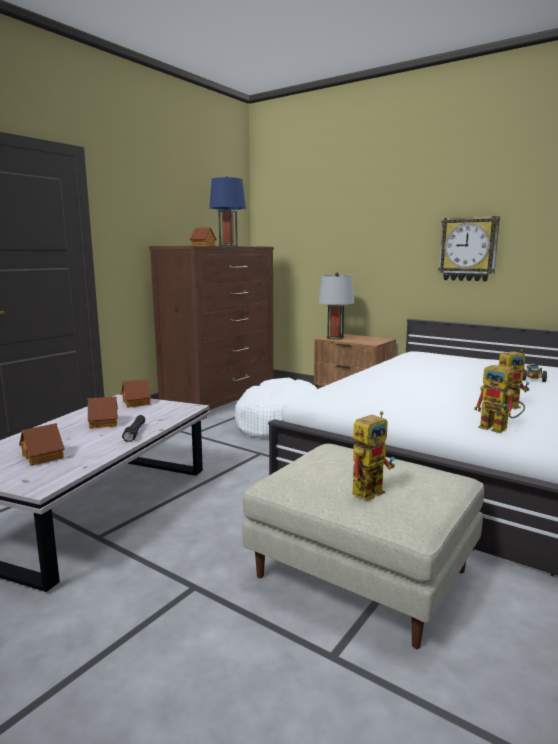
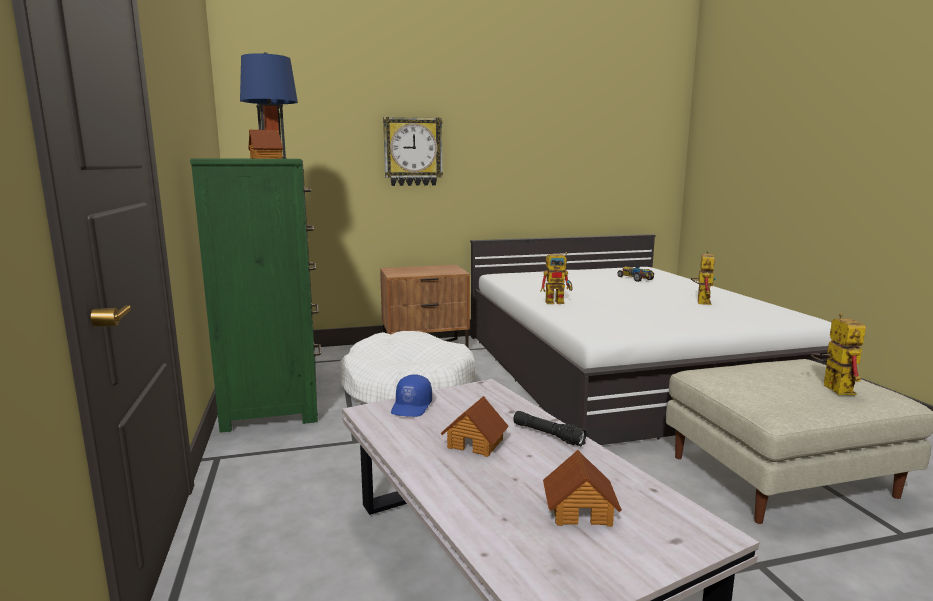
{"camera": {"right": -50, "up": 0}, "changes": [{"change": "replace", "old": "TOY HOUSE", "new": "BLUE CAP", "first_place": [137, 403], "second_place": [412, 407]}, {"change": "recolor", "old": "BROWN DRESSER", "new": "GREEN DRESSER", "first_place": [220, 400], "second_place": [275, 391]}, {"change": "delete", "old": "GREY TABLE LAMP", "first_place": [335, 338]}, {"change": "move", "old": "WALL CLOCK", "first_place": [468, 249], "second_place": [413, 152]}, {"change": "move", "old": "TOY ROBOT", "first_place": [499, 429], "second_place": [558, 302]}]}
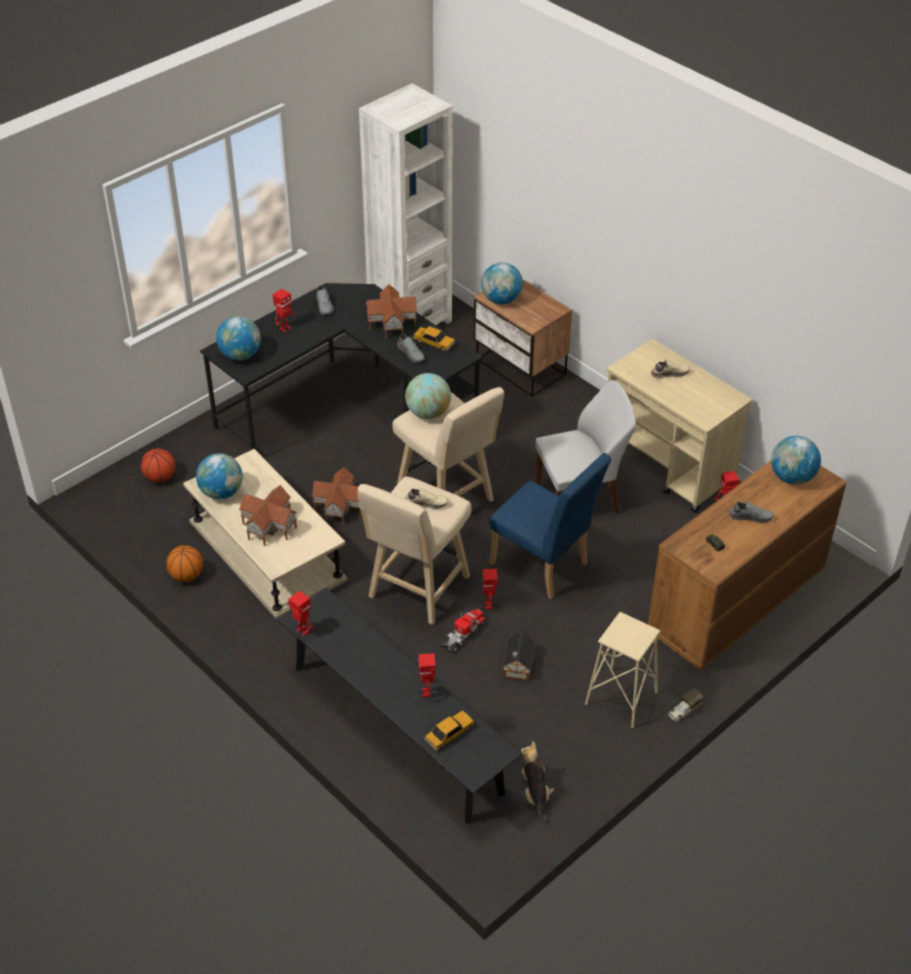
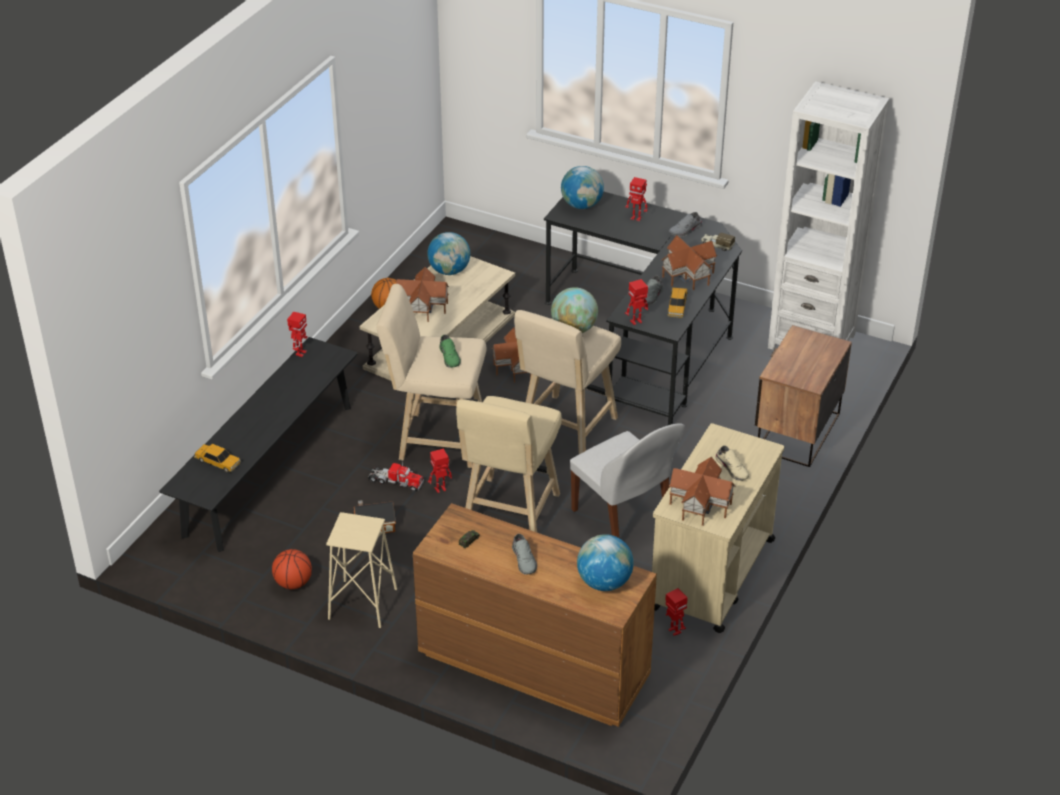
{"camera": {"right": 70, "up": -5}, "changes": [{"change": "move", "old": "BASKETBALL", "first_place": [160, 478], "second_place": [293, 583]}, {"change": "recolor", "old": "BEIGE SHOE", "new": "GREEN SHOE", "first_place": [426, 502], "second_place": [450, 357]}, {"change": "move", "old": "TOY ROBOT", "first_place": [427, 693], "second_place": [636, 322]}, {"change": "delete", "old": "GLOBE", "first_place": [501, 300]}, {"change": "replace", "old": "BLUE CHAIR", "new": "BEIGE STOOL", "first_place": [544, 567], "second_place": [509, 515]}, {"change": "delete", "old": "PLUSH TOY", "first_place": [535, 793]}, {"change": "move", "old": "TOY TRUCK", "first_place": [684, 711], "second_place": [716, 245]}, {"change": "insert", "new": "TOY HOUSE", "second_place": [700, 503]}]}
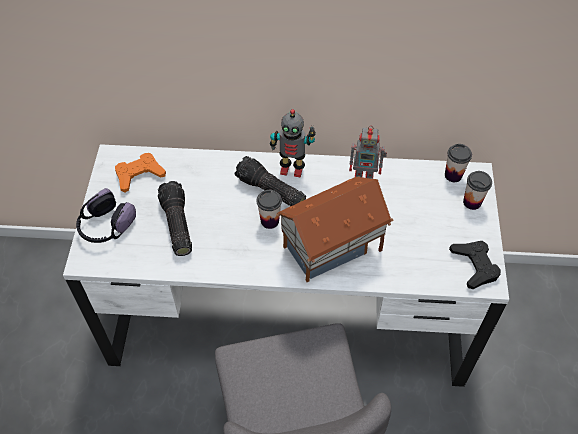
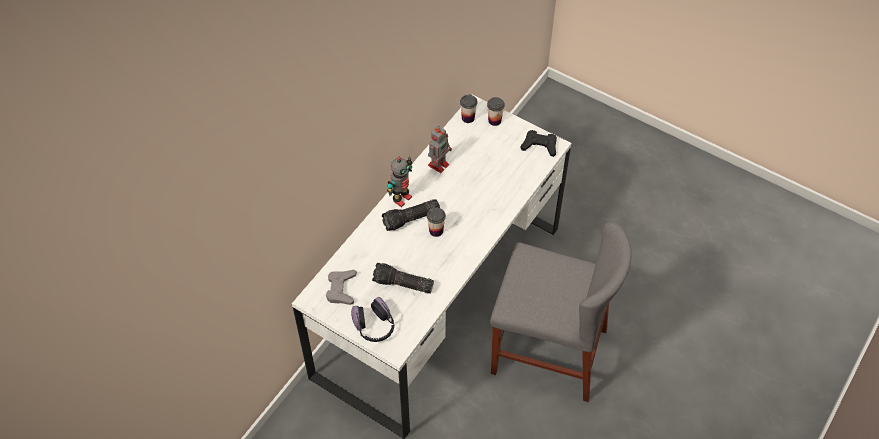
{"camera": {"right": -60, "up": 0}, "changes": [{"change": "recolor", "old": "ORANGE GAME CONTROLLER", "new": "GREY GAME CONTROLLER", "first_place": [139, 175], "second_place": [341, 289]}, {"change": "delete", "old": "TOY HOUSE", "first_place": [333, 249]}]}
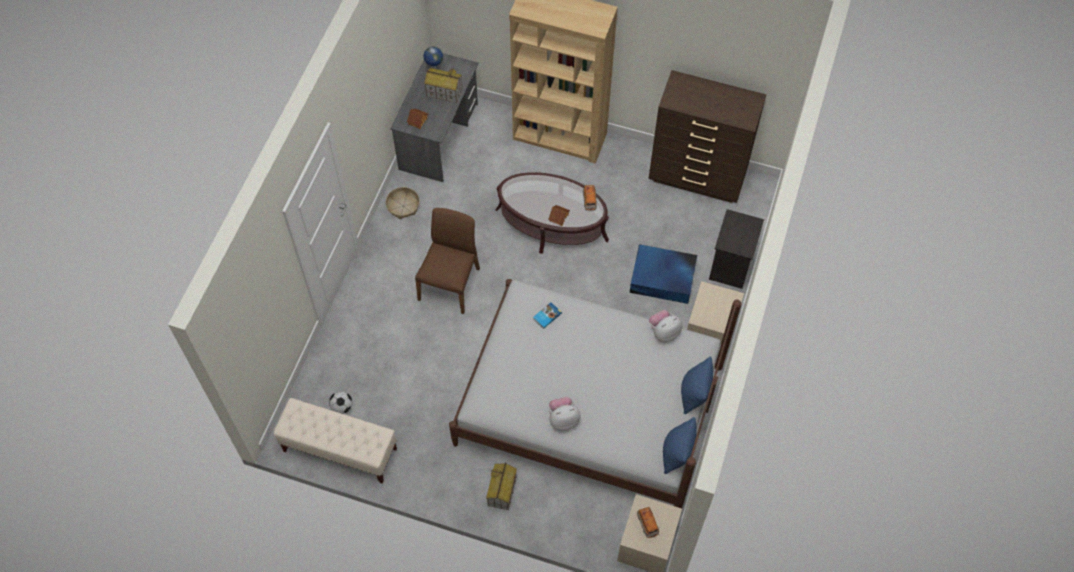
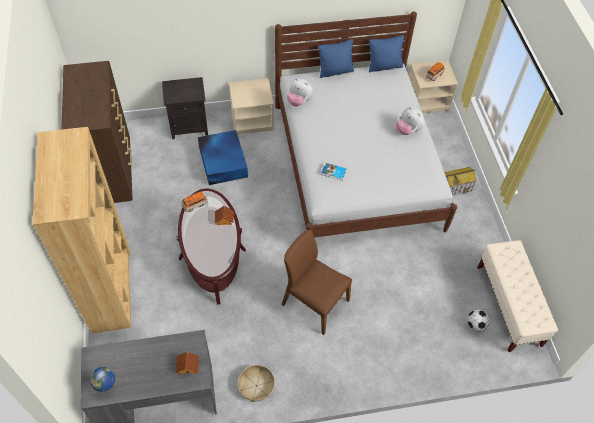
{"camera": {"right": -120, "up": -5}, "changes": [{"change": "rotate", "old": "BROWN CHAIR", "first_place": [450, 283], "second_place": [314, 302], "degrees": 45}, {"change": "delete", "old": "TOY HOUSE", "first_place": [444, 92]}]}
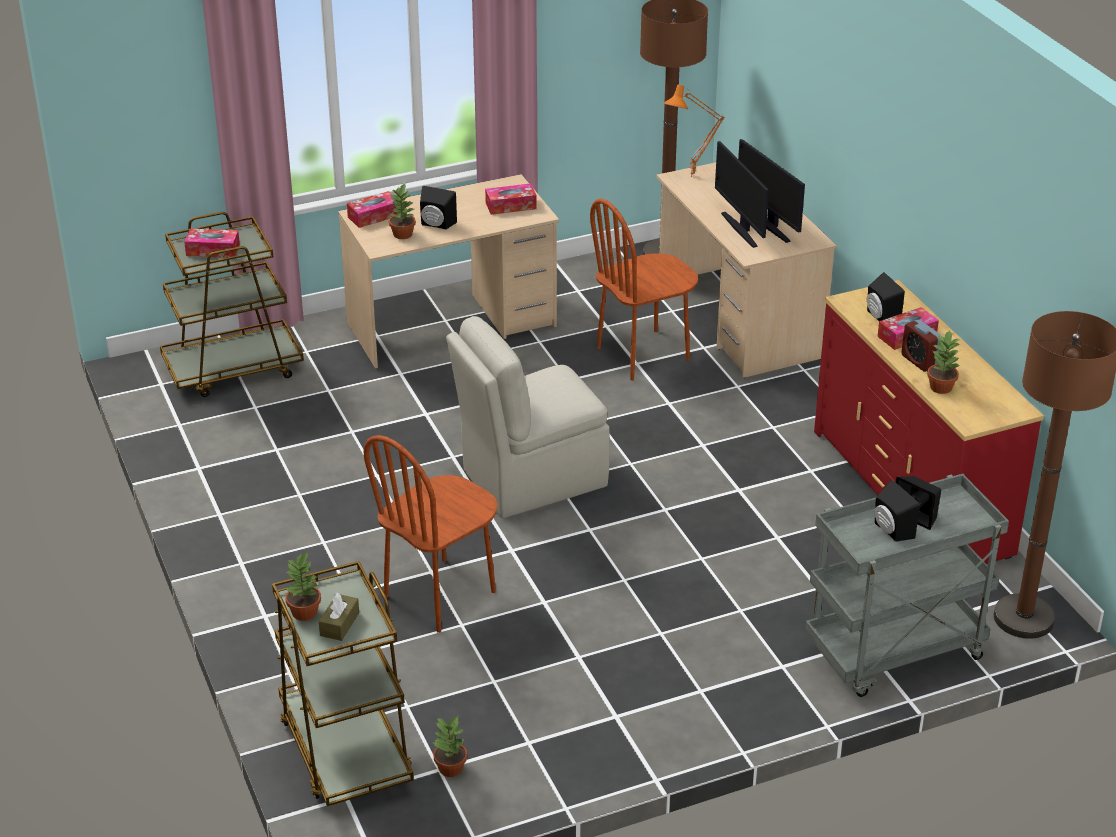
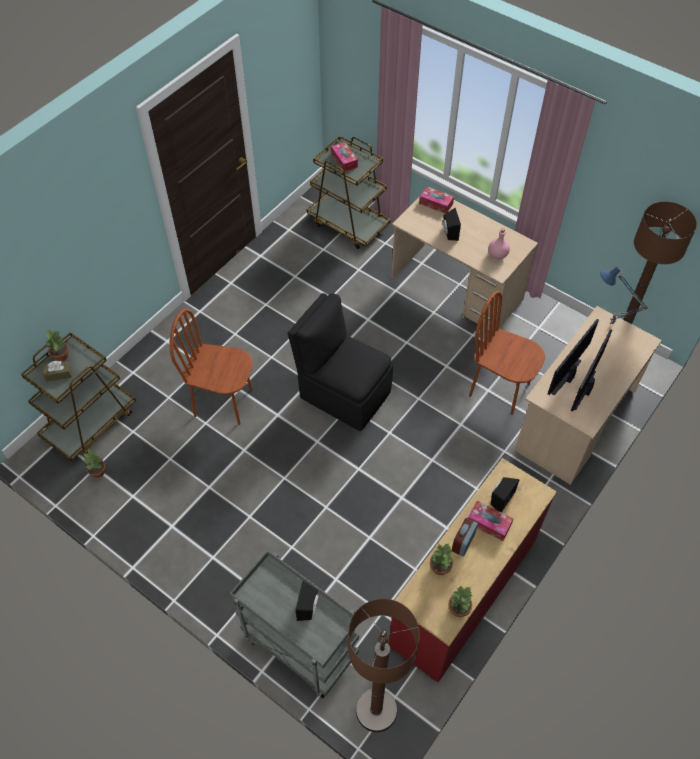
{"camera": {"right": 60, "up": 20}, "changes": [{"change": "move", "old": "POTTED PLANT", "first_place": [403, 234], "second_place": [459, 609]}, {"change": "recolor", "old": "BEIGE CHAIR", "new": "BLACK CHAIR", "first_place": [531, 479], "second_place": [343, 393]}, {"change": "replace", "old": "TISSUE BOX", "new": "PINK BOTTLE", "first_place": [511, 206], "second_place": [498, 255]}, {"change": "recolor", "old": "ORANGE TABLE LAMP", "new": "BLUE TABLE LAMP", "first_place": [693, 177], "second_place": [610, 325]}, {"change": "delete", "old": "BLACK SPEAKER", "first_place": [890, 531]}]}
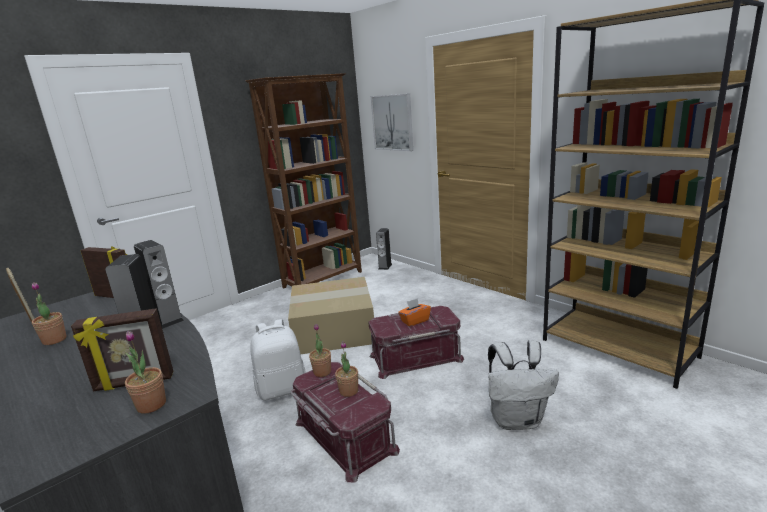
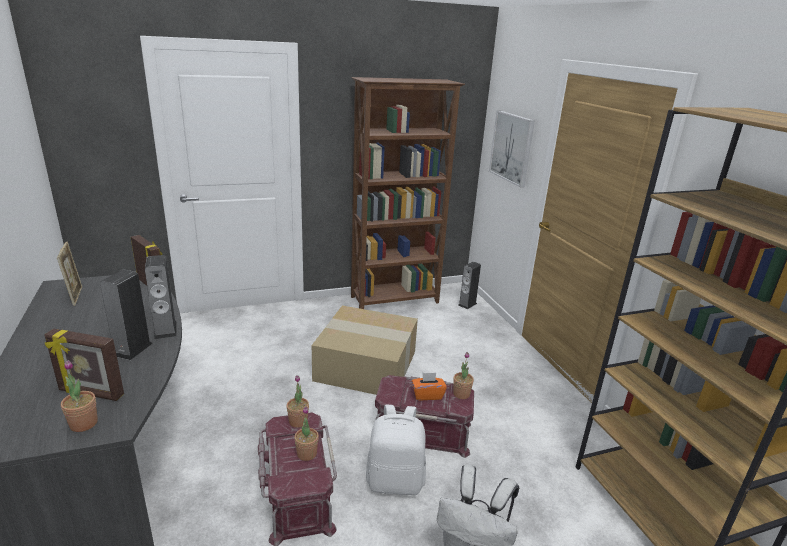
{"camera": {"right": 20, "up": 5}, "changes": [{"change": "move", "old": "POTTED PLANT", "first_place": [54, 340], "second_place": [461, 394]}, {"change": "move", "old": "WHITE BACKPACK", "first_place": [282, 389], "second_place": [395, 481]}]}
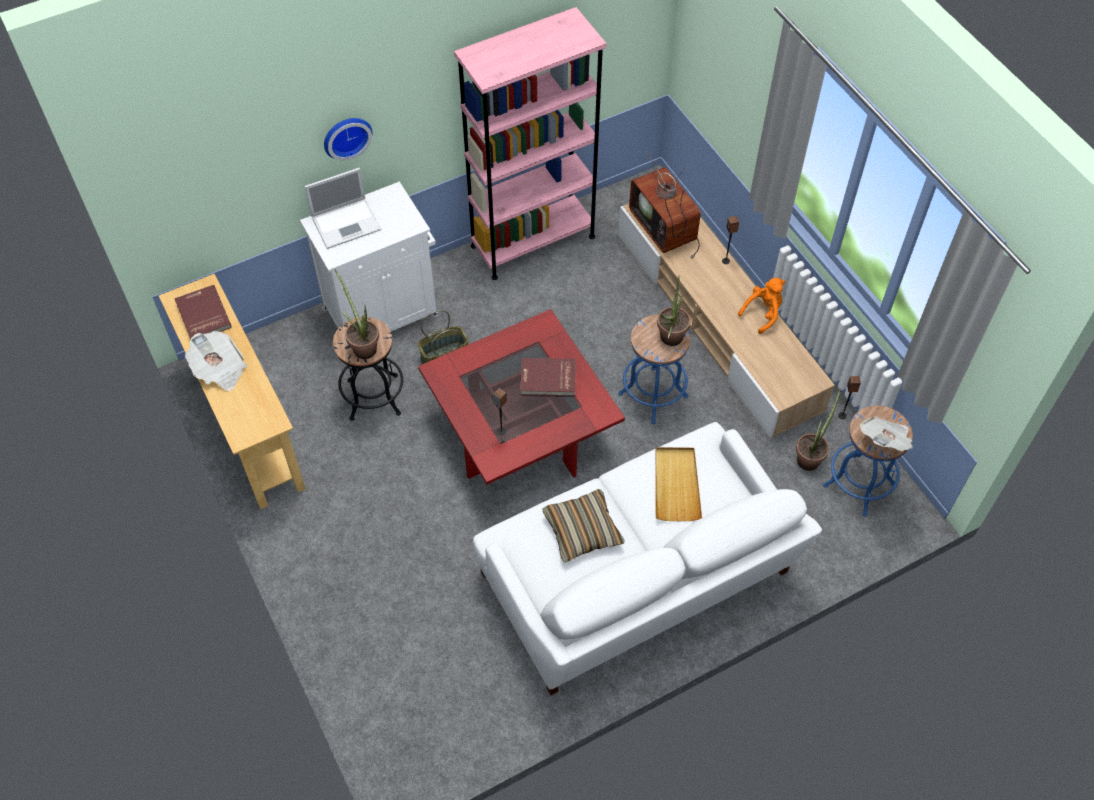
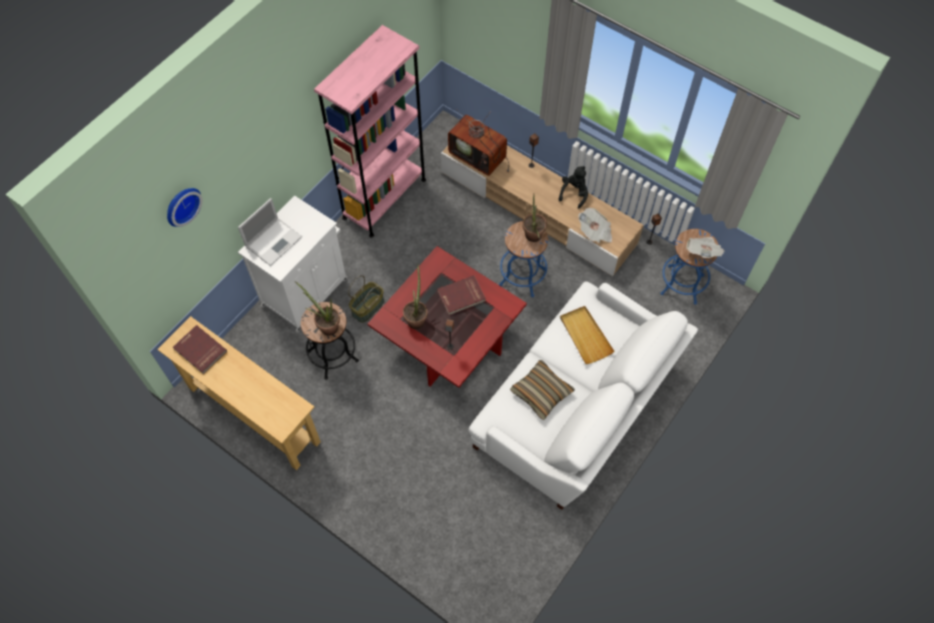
{"camera": {"right": -25, "up": 5}, "changes": [{"change": "move", "old": "NEWSPAPER", "first_place": [219, 370], "second_place": [595, 232]}, {"change": "move", "old": "WALL CLOCK", "first_place": [346, 135], "second_place": [181, 205]}, {"change": "recolor", "old": "ORANGE PLUSH TOY", "new": "BLACK PLUSH TOY", "first_place": [763, 313], "second_place": [574, 193]}, {"change": "move", "old": "POTTED PLANT", "first_place": [810, 457], "second_place": [416, 318]}]}
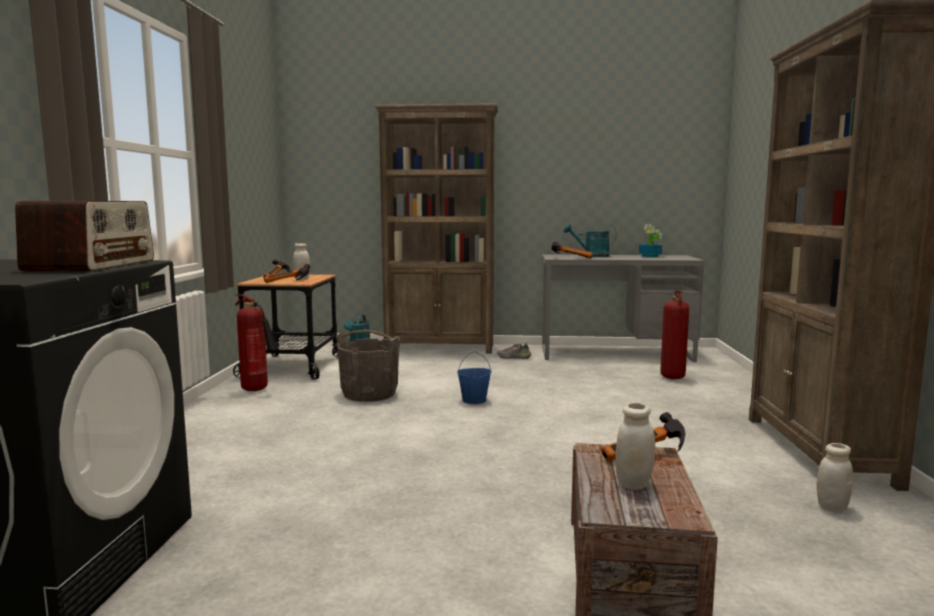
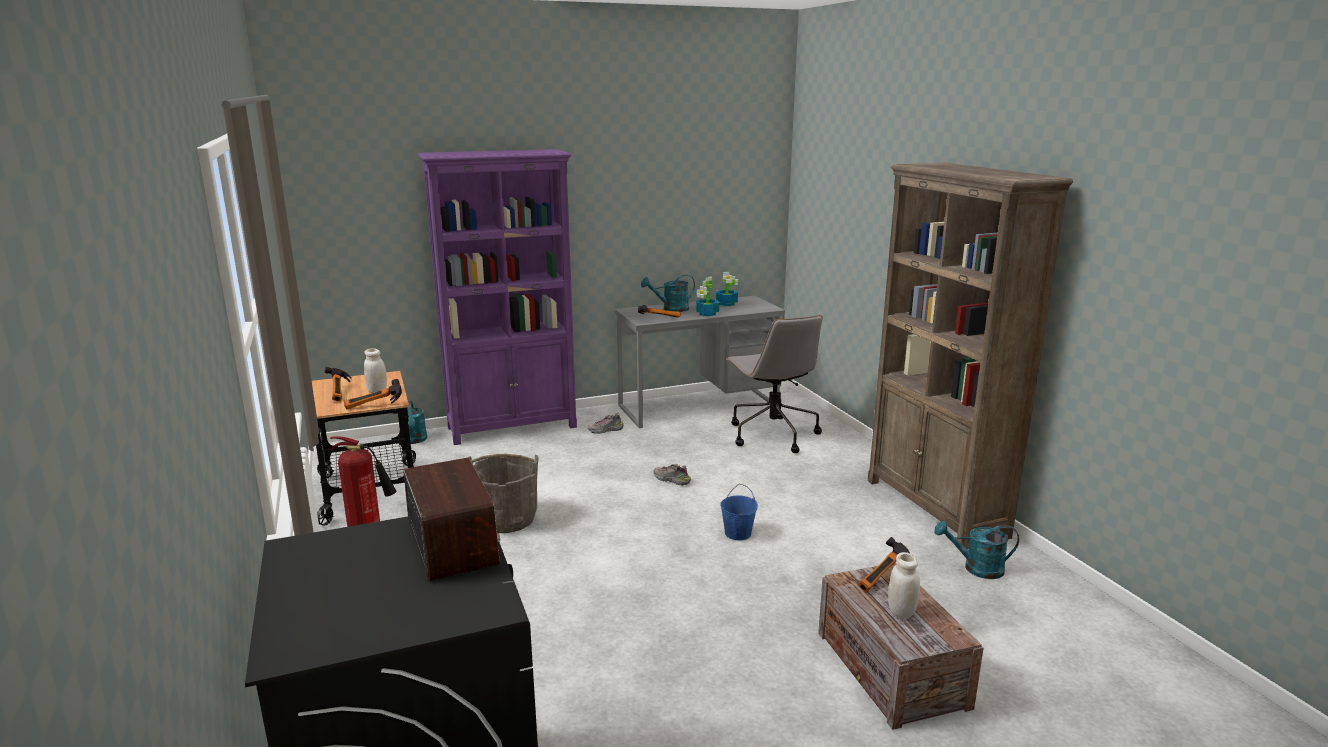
{"camera": {"right": -25, "up": 10}, "changes": [{"change": "recolor", "old": "BROWN BOOKCASE", "new": "PURPLE BOOKCASE", "first_place": [440, 348], "second_place": [513, 427]}, {"change": "move", "old": "BLUE BUCKET", "first_place": [474, 400], "second_place": [737, 533]}, {"change": "replace", "old": "FIRE EXTINGUISHER", "new": "GREY OFFICE CHAIR", "first_place": [671, 377], "second_place": [772, 434]}, {"change": "replace", "old": "WHITE JAR", "new": "TURQUOISE WATERING CAN", "first_place": [832, 507], "second_place": [976, 568]}, {"change": "insert", "new": "SHOE", "second_place": [670, 480]}, {"change": "insert", "new": "POTTED PLANT", "second_place": [706, 314]}]}
